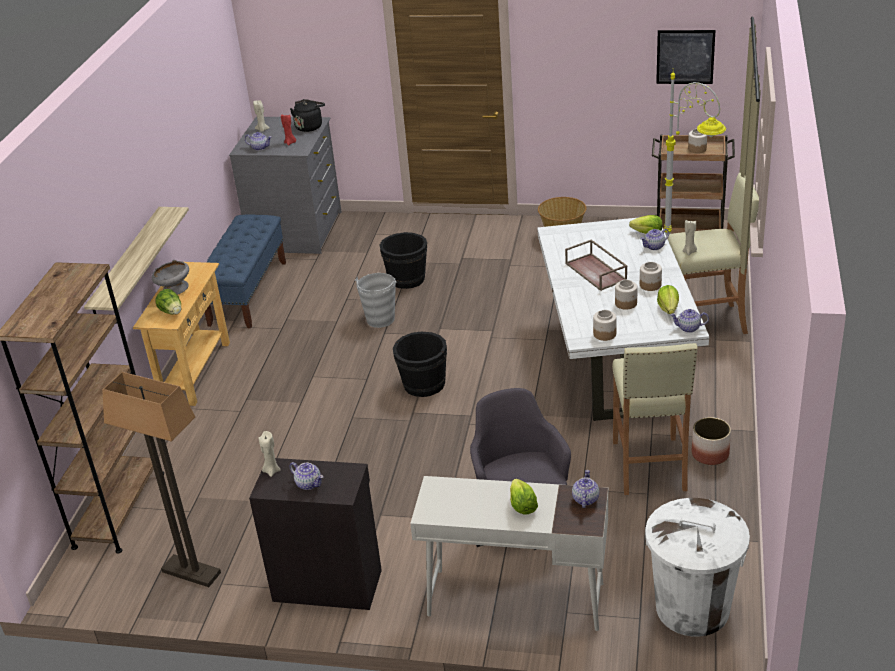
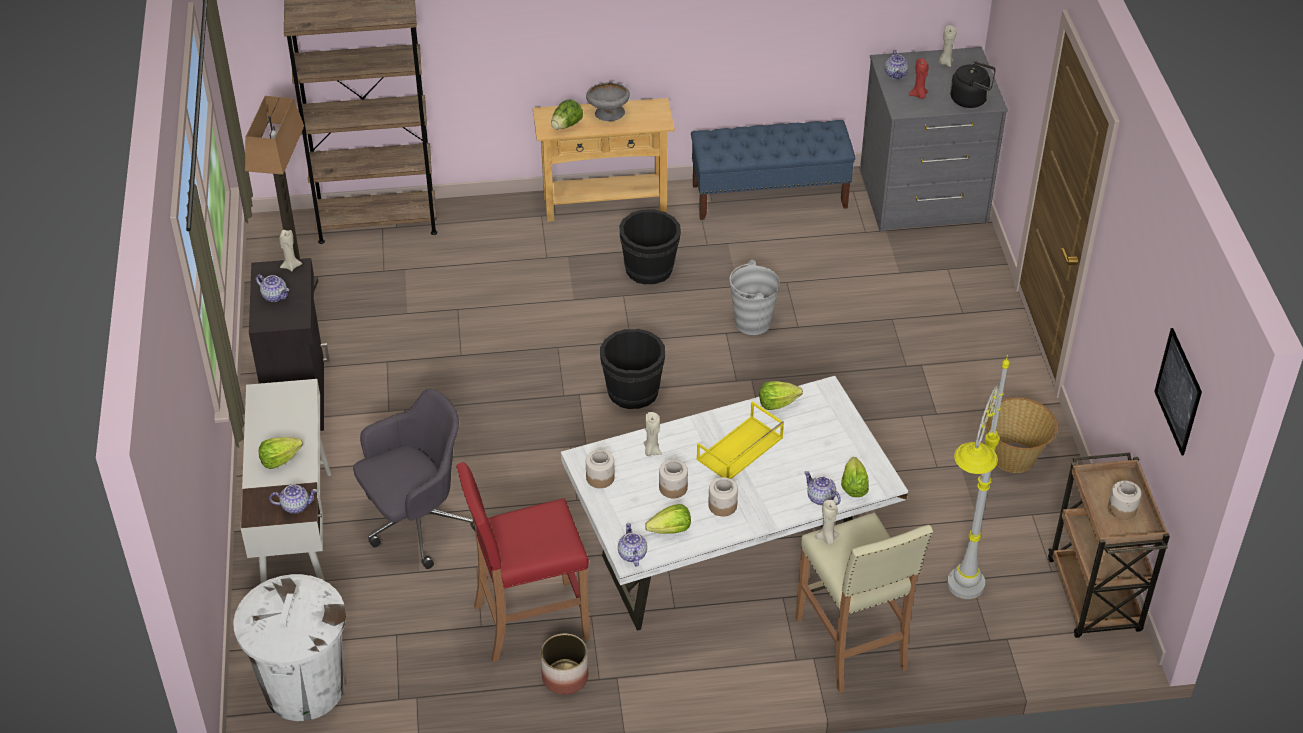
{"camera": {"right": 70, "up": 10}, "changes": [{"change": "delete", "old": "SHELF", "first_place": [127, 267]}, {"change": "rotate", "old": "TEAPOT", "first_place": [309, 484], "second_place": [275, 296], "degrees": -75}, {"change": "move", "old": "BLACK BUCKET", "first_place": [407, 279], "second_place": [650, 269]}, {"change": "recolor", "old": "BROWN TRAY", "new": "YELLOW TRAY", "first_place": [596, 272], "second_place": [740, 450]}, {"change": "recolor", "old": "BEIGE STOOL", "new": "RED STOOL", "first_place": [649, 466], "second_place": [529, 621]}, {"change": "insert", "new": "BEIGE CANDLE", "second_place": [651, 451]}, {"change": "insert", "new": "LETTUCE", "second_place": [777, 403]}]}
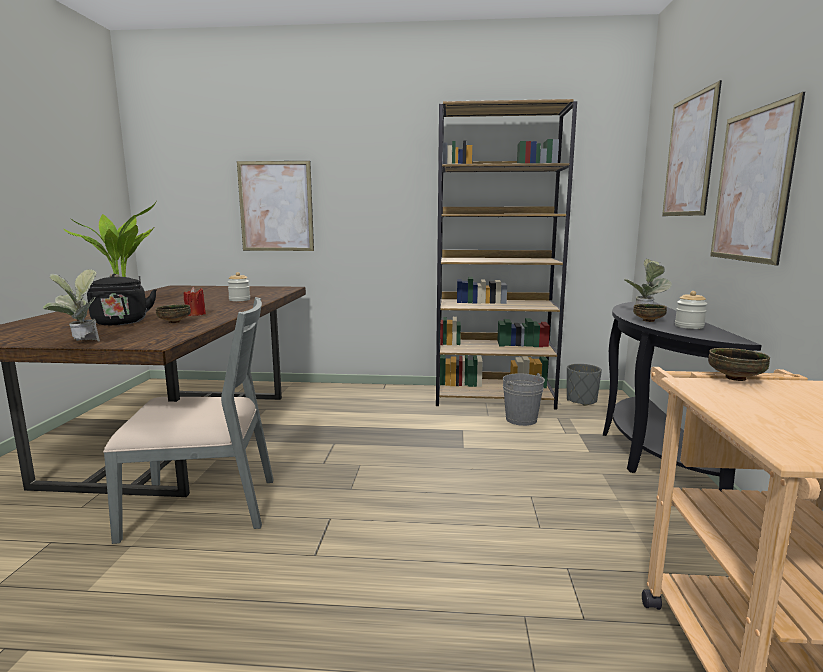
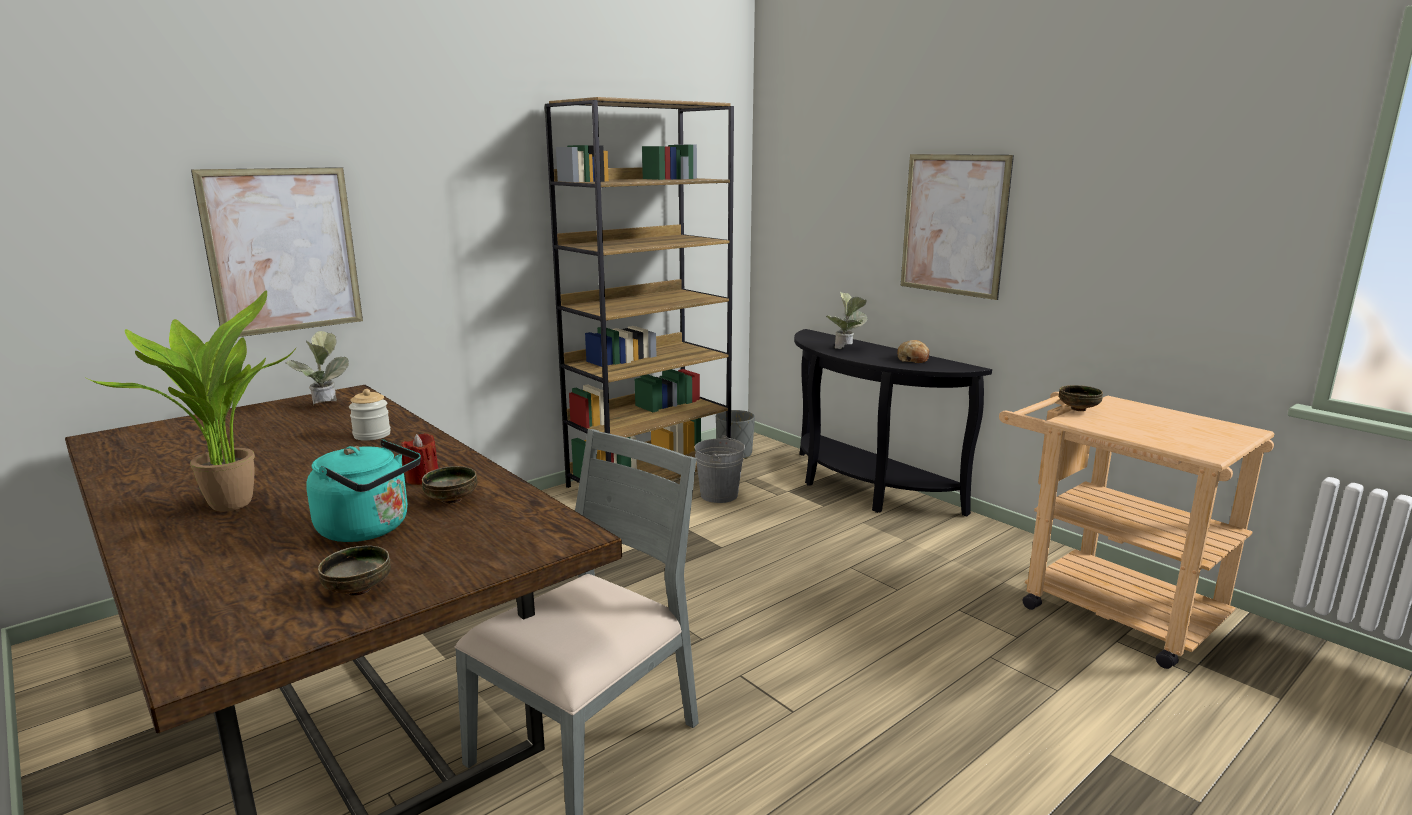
{"camera": {"right": -45, "up": 5}, "changes": [{"change": "move", "old": "POTTED PLANT", "first_place": [80, 343], "second_place": [324, 406]}, {"change": "recolor", "old": "BLACK KETTLE", "new": "TURQUOISE KETTLE", "first_place": [120, 323], "second_place": [369, 529]}, {"change": "move", "old": "BOWL", "first_place": [649, 321], "second_place": [359, 590]}, {"change": "delete", "old": "PICTURE", "first_place": [689, 156]}, {"change": "replace", "old": "JAR", "new": "BREAD", "first_place": [689, 326], "second_place": [913, 359]}]}
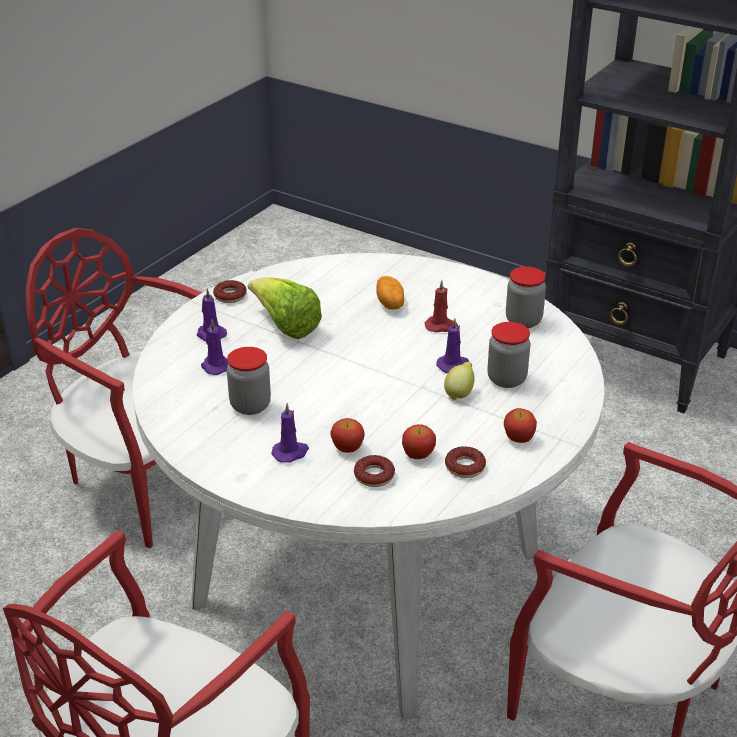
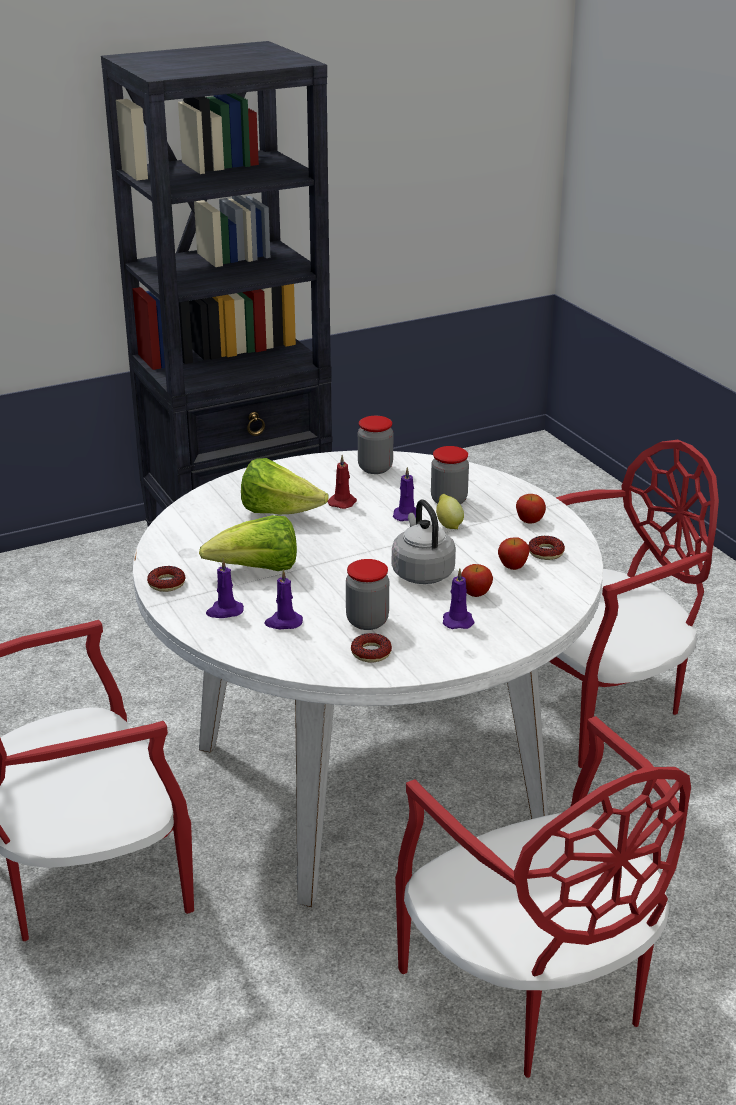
{"camera": {"right": -60, "up": -5}, "changes": [{"change": "move", "old": "DONUT", "first_place": [374, 475], "second_place": [371, 653]}, {"change": "replace", "old": "POTATO", "new": "LETTUCE", "first_place": [390, 303], "second_place": [279, 512]}, {"change": "insert", "new": "GREY KETTLE", "second_place": [421, 572]}]}
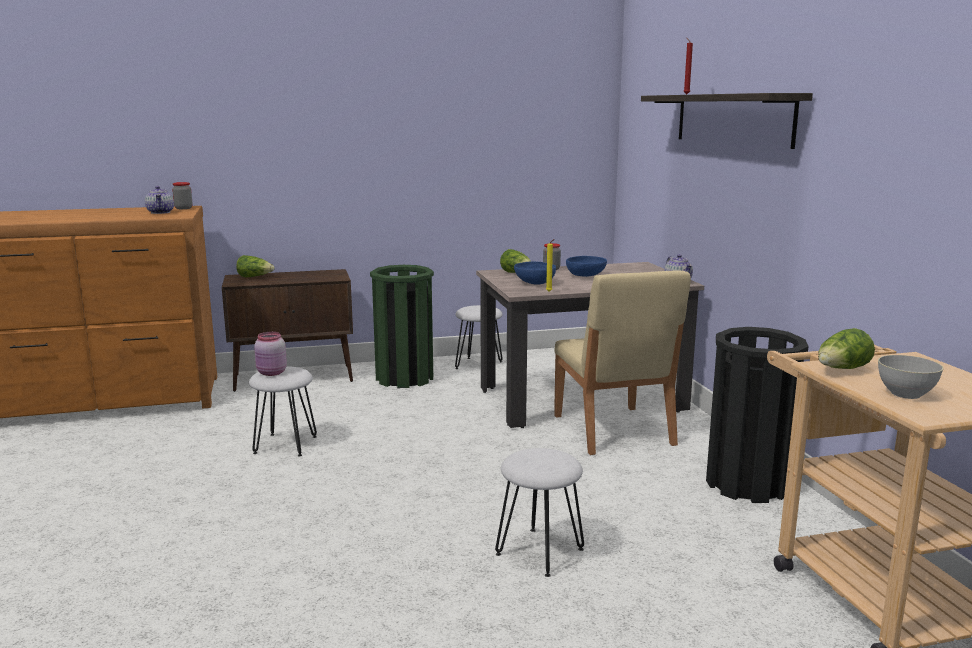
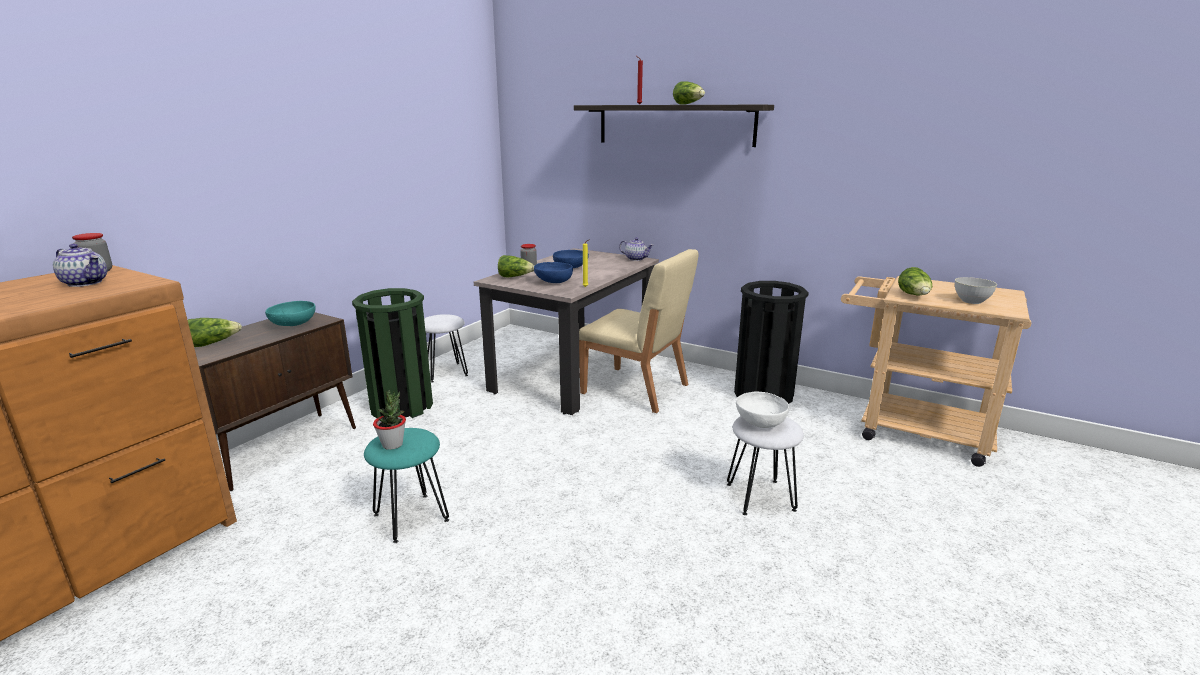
{"camera": {"right": -45, "up": 5}, "changes": [{"change": "recolor", "old": "WHITE STOOL", "new": "TURQUOISE STOOL", "first_place": [285, 445], "second_place": [411, 518]}, {"change": "replace", "old": "PINK JAR", "new": "POTTED PLANT", "first_place": [271, 373], "second_place": [392, 444]}, {"change": "insert", "new": "TURQUOISE BOWL", "second_place": [294, 325]}, {"change": "insert", "new": "LETTUCE", "second_place": [688, 104]}, {"change": "insert", "new": "WHITE BOWL", "second_place": [760, 422]}]}
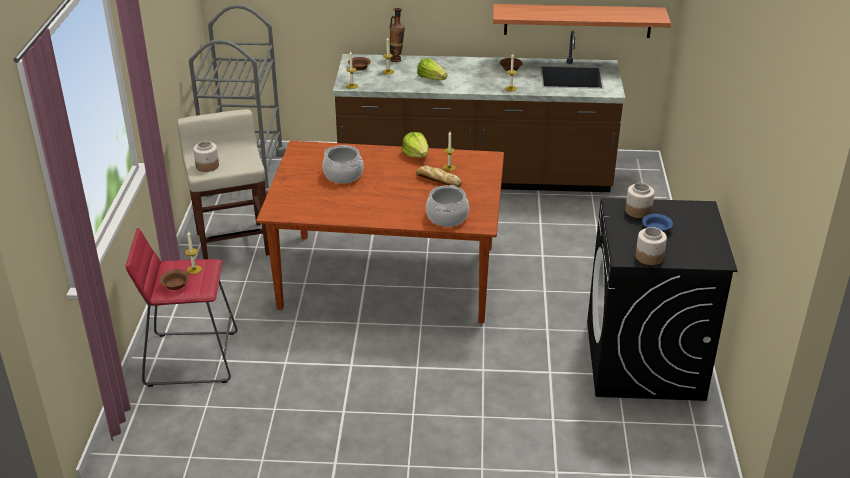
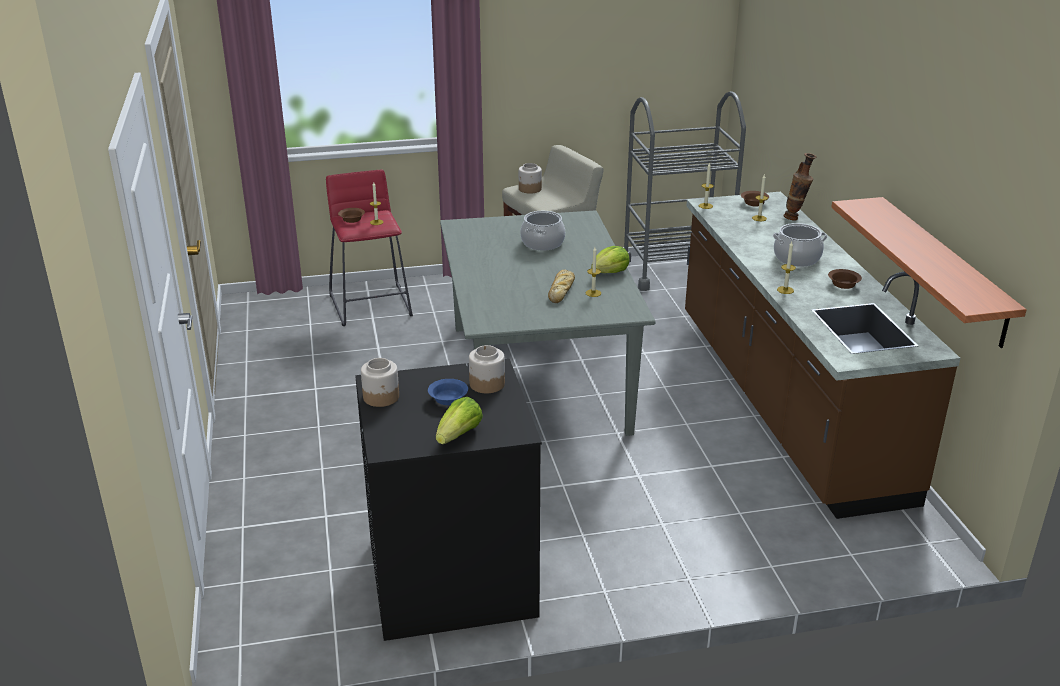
{"camera": {"right": 75, "up": -5}, "changes": [{"change": "recolor", "old": "BROWN DINING TABLE", "new": "GREY DINING TABLE", "first_place": [387, 277], "second_place": [536, 377]}, {"change": "move", "old": "LETTUCE", "first_place": [431, 78], "second_place": [459, 435]}, {"change": "move", "old": "COOKING POT", "first_place": [447, 217], "second_place": [797, 258]}]}
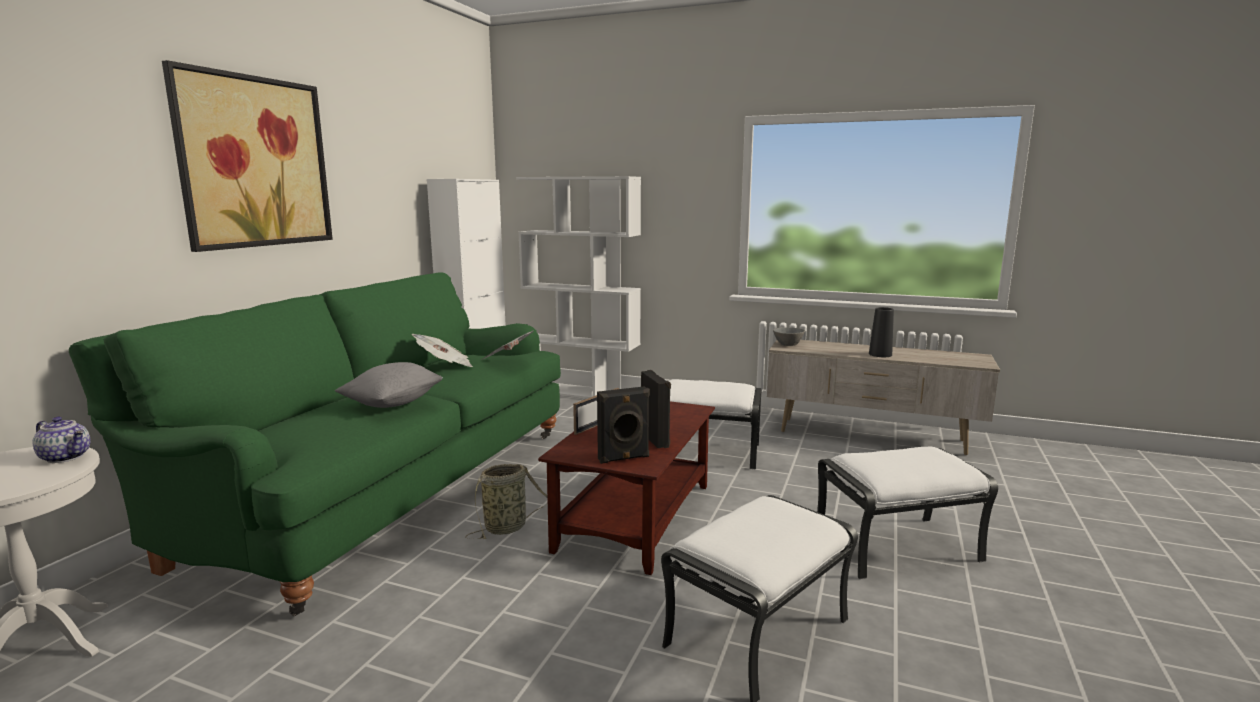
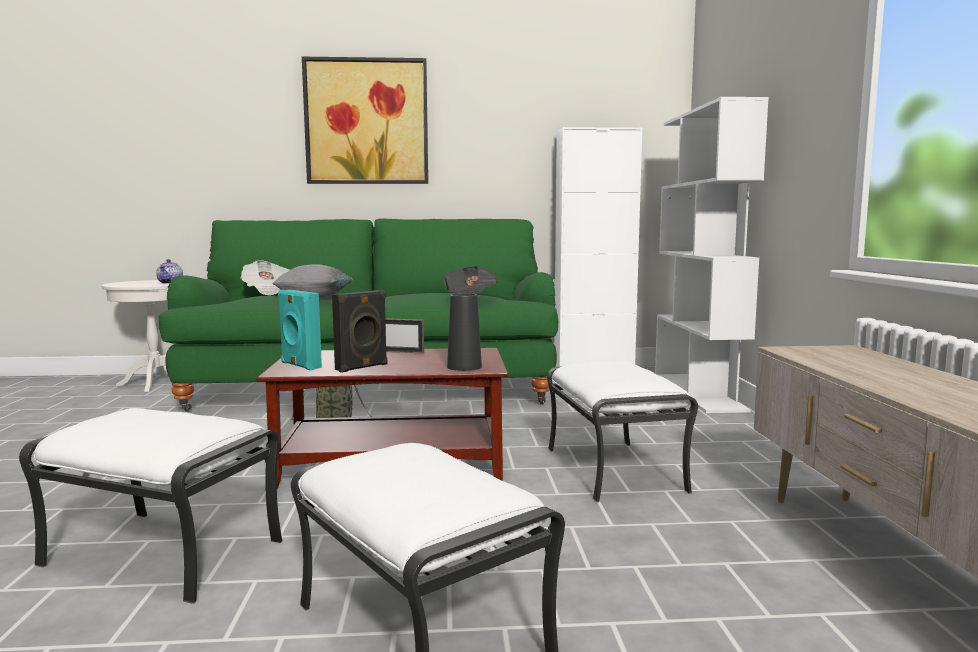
{"camera": {"right": 65, "up": -5}, "changes": [{"change": "move", "old": "NEWSPAPER", "first_place": [445, 365], "second_place": [268, 292]}, {"change": "recolor", "old": "BLACK SPEAKER", "new": "TURQUOISE SPEAKER", "first_place": [624, 458], "second_place": [299, 365]}, {"change": "delete", "old": "GREY BOWL", "first_place": [787, 344]}, {"change": "move", "old": "BLACK VASE", "first_place": [880, 354], "second_place": [464, 367]}]}
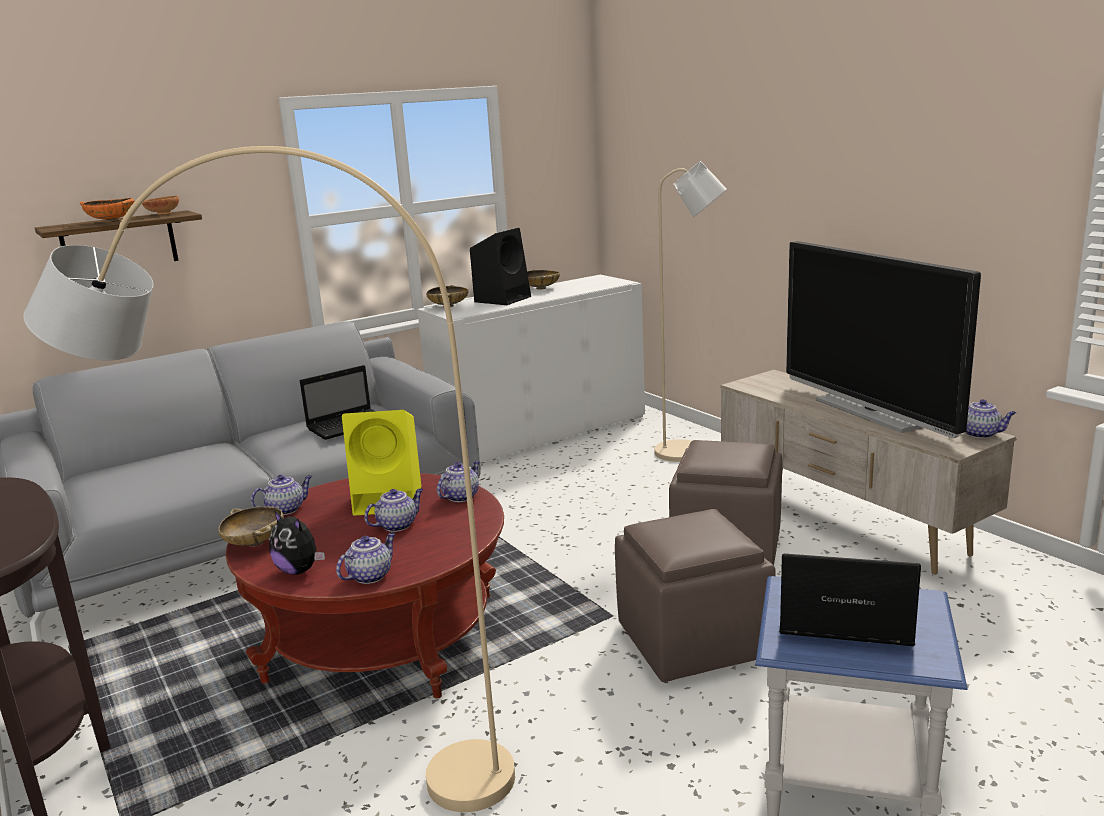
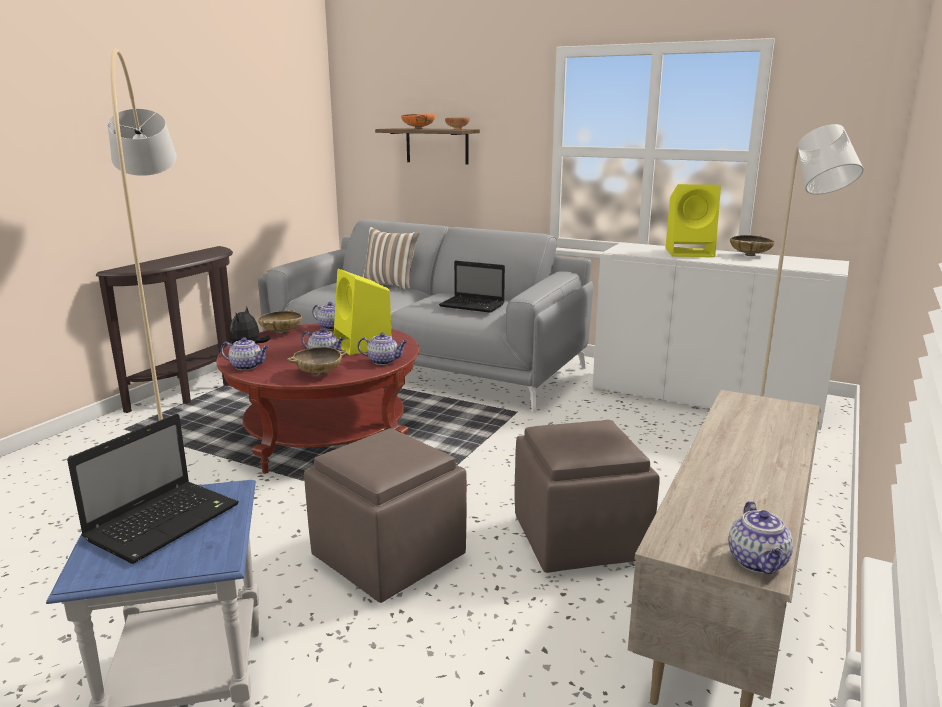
{"camera": {"right": 60, "up": 0}, "changes": [{"change": "move", "old": "BEIGE BOWL", "first_place": [448, 306], "second_place": [318, 373]}, {"change": "recolor", "old": "BLACK SPEAKER", "new": "YELLOW SPEAKER", "first_place": [503, 299], "second_place": [691, 252]}, {"change": "rotate", "old": "LAPTOP", "first_place": [841, 621], "second_place": [165, 521], "degrees": 45}, {"change": "delete", "old": "TELEVISION", "first_place": [870, 412]}, {"change": "insert", "new": "PILLOW", "second_place": [391, 284]}]}
